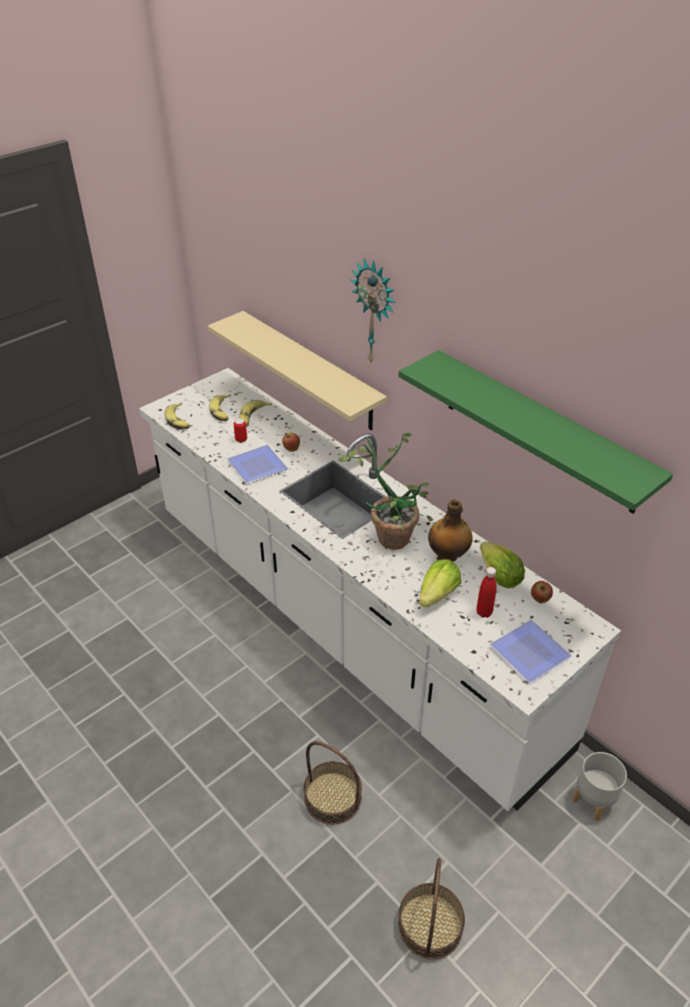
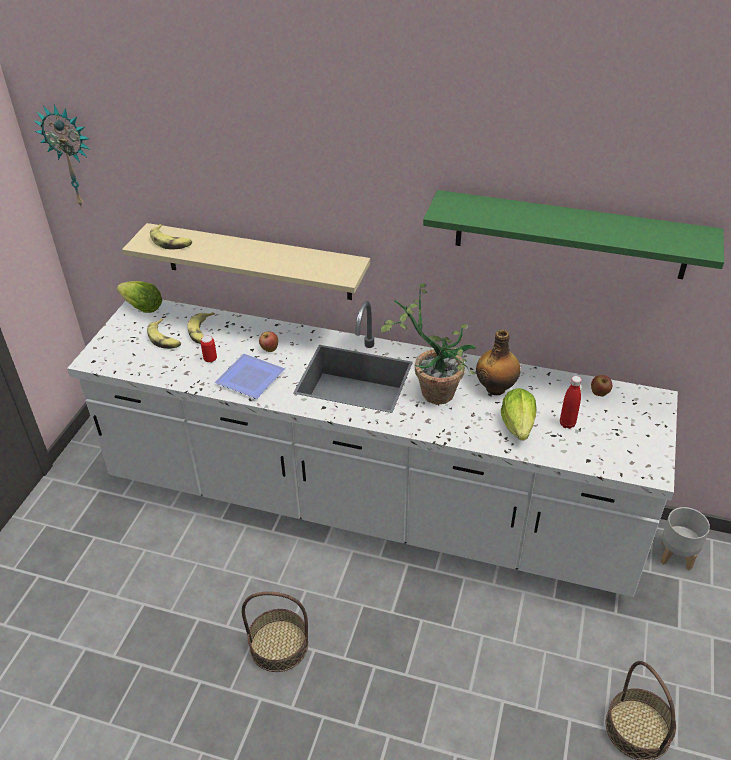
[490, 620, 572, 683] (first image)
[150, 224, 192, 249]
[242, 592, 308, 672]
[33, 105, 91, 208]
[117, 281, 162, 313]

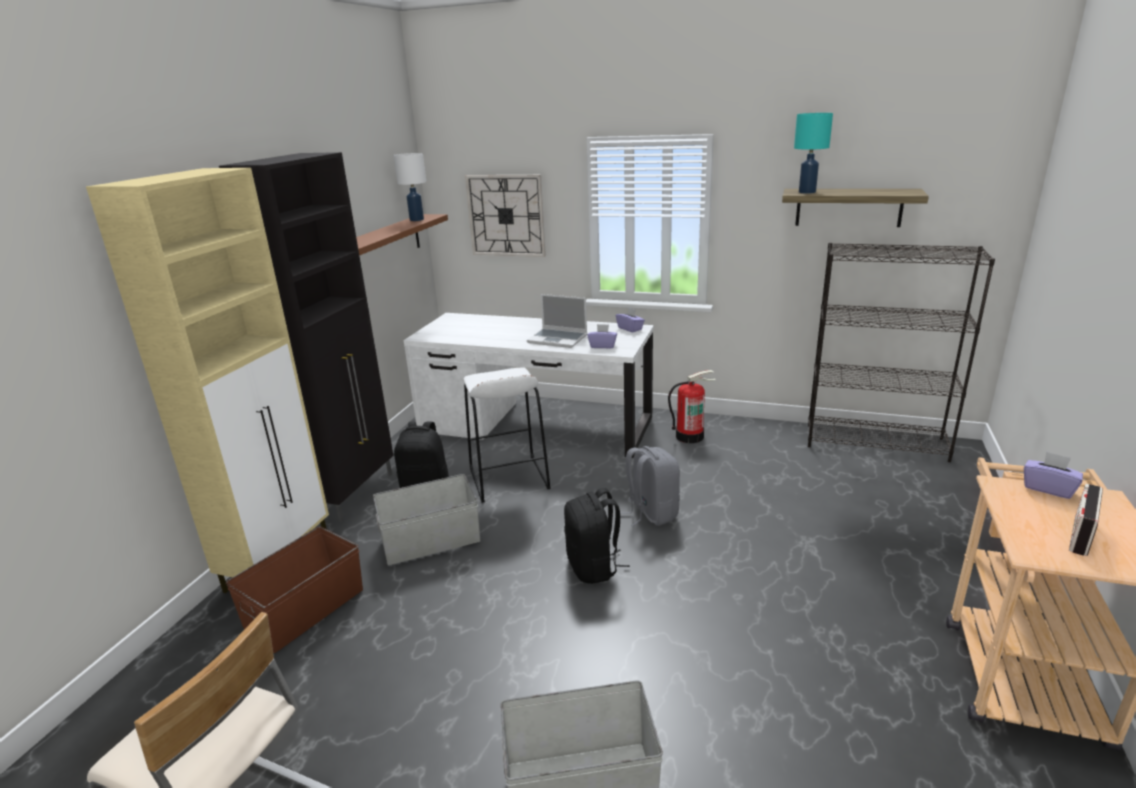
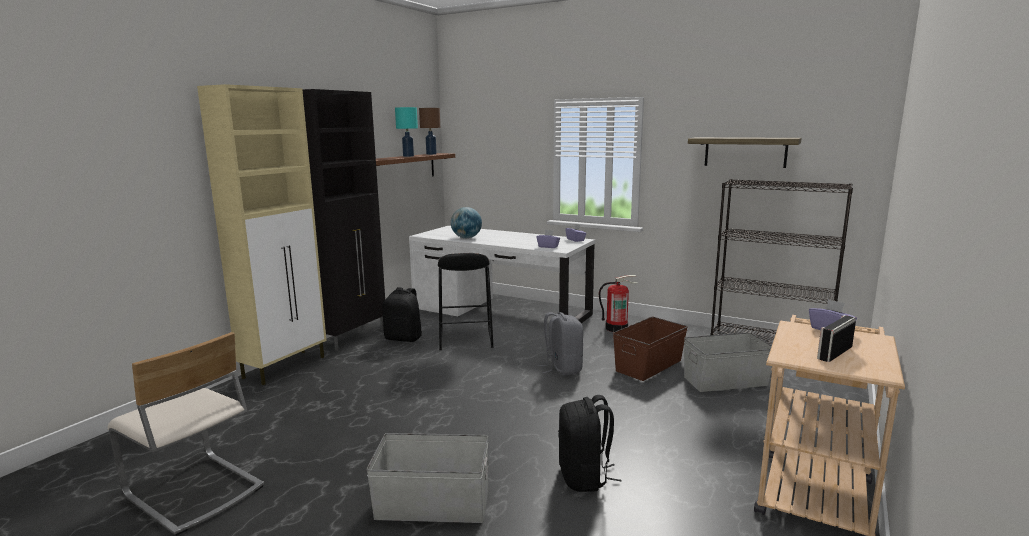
[465, 175, 546, 257] (first image)
[527, 294, 587, 348] (first image)
[451, 207, 482, 238]
[613, 317, 688, 381]
[684, 332, 772, 392]
[558, 395, 621, 492]
[395, 107, 418, 157]
[419, 108, 440, 155]
[438, 253, 494, 350]

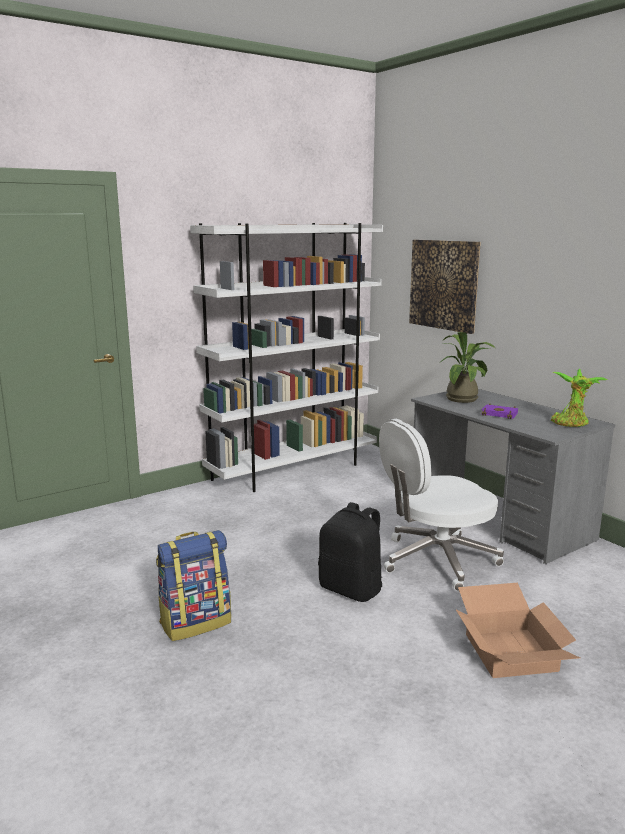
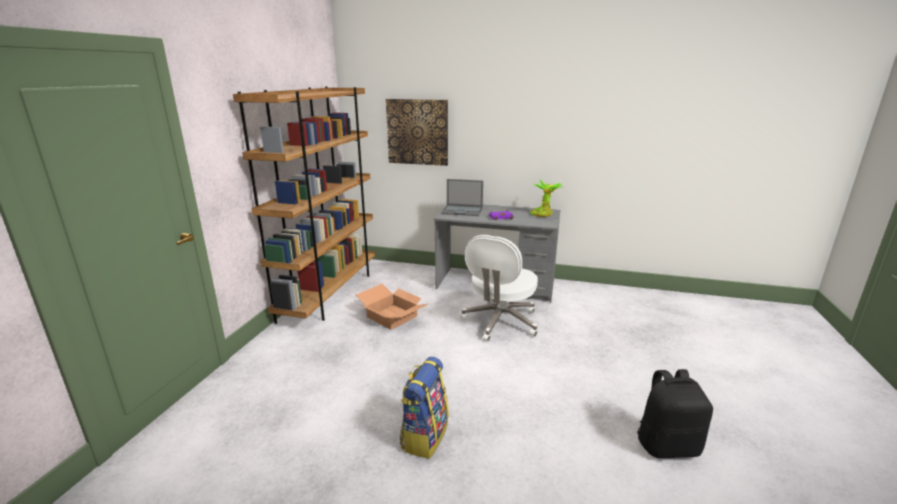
[637, 369, 713, 458]
[356, 284, 428, 330]
[441, 179, 483, 216]
[233, 86, 375, 324]

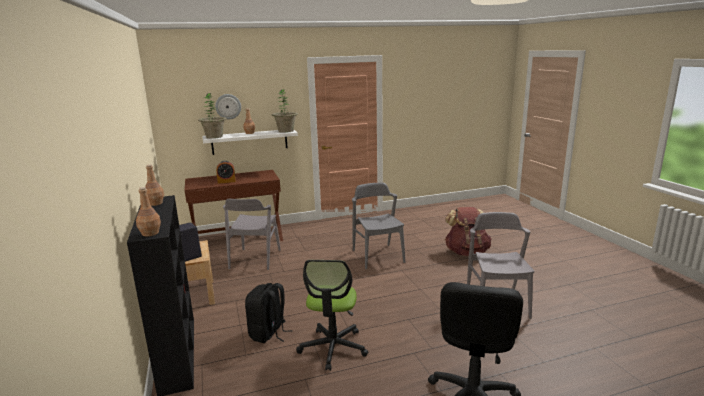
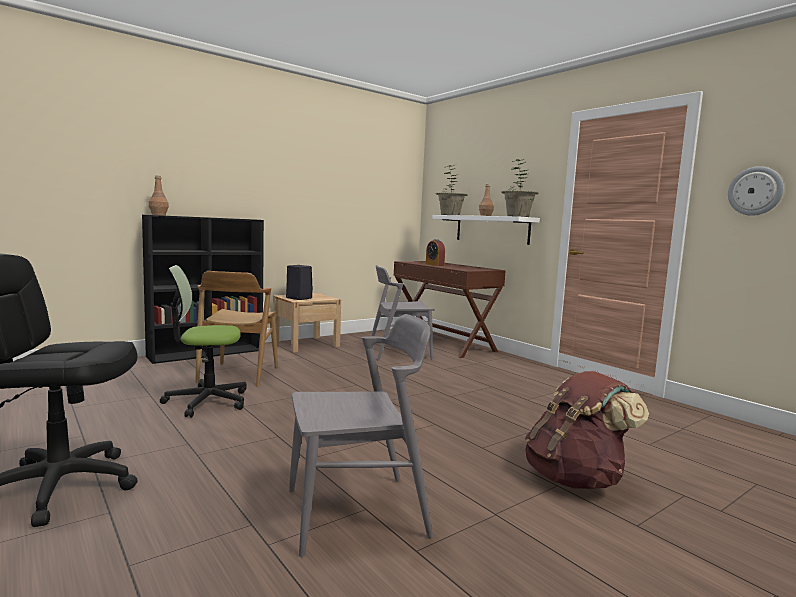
[145, 164, 164, 206] (first image)
[352, 182, 405, 269] (first image)
[728, 166, 784, 216]
[195, 271, 278, 387]

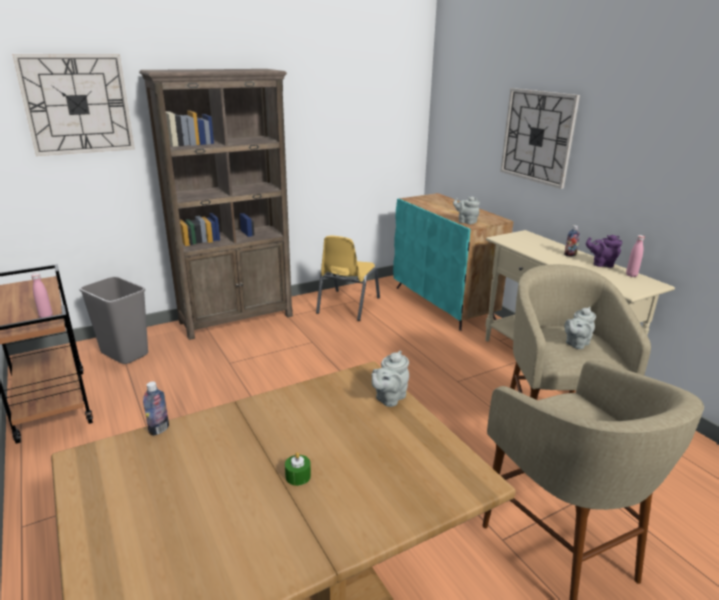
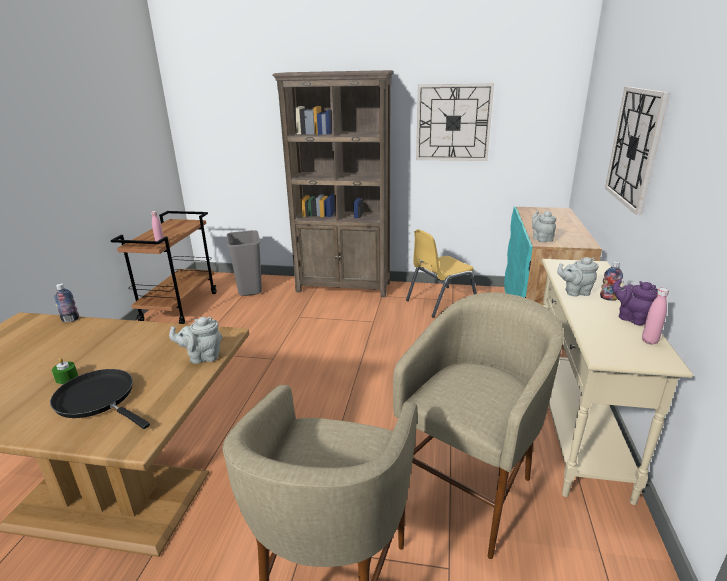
[50, 369, 150, 429]
[416, 83, 494, 161]
[557, 257, 599, 297]

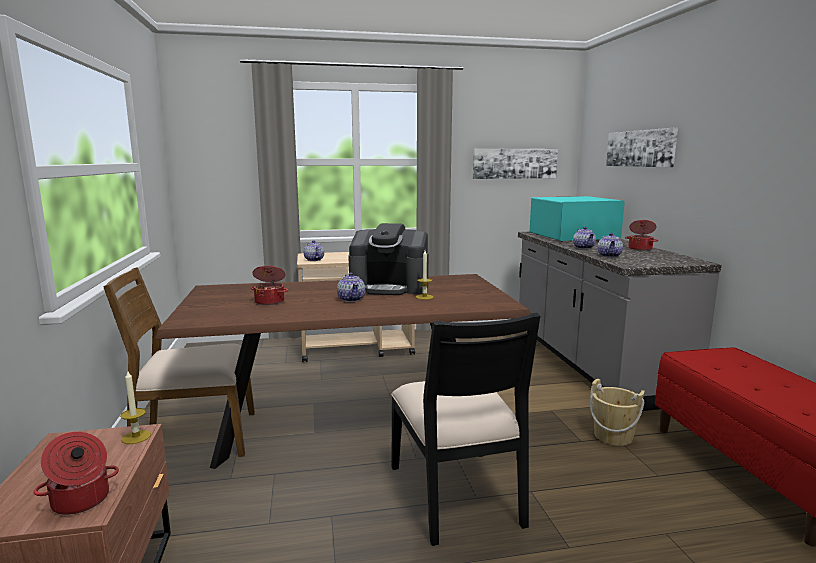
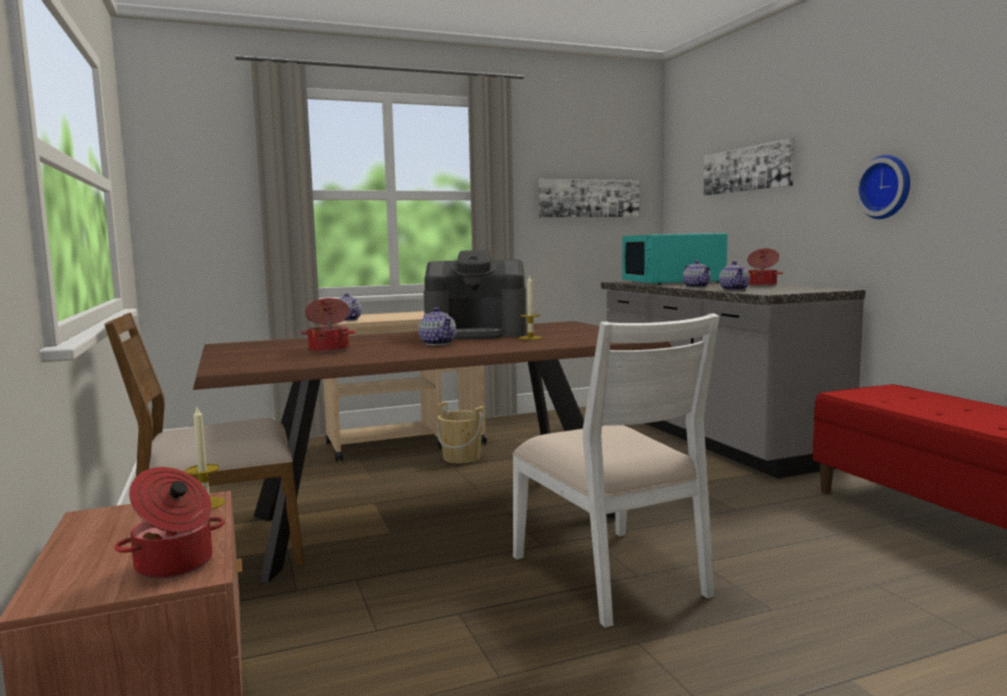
[855, 155, 910, 219]
[437, 402, 484, 464]
[512, 313, 720, 628]
[622, 233, 727, 285]

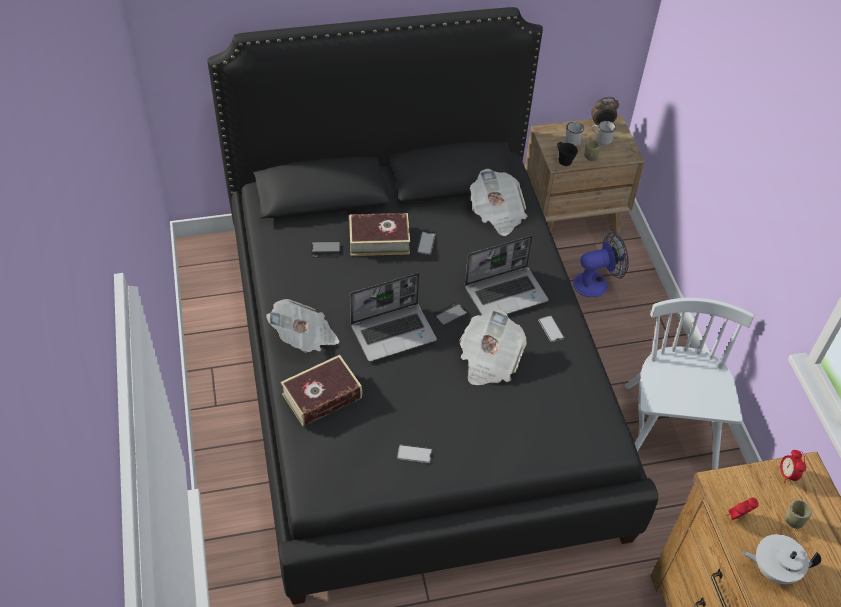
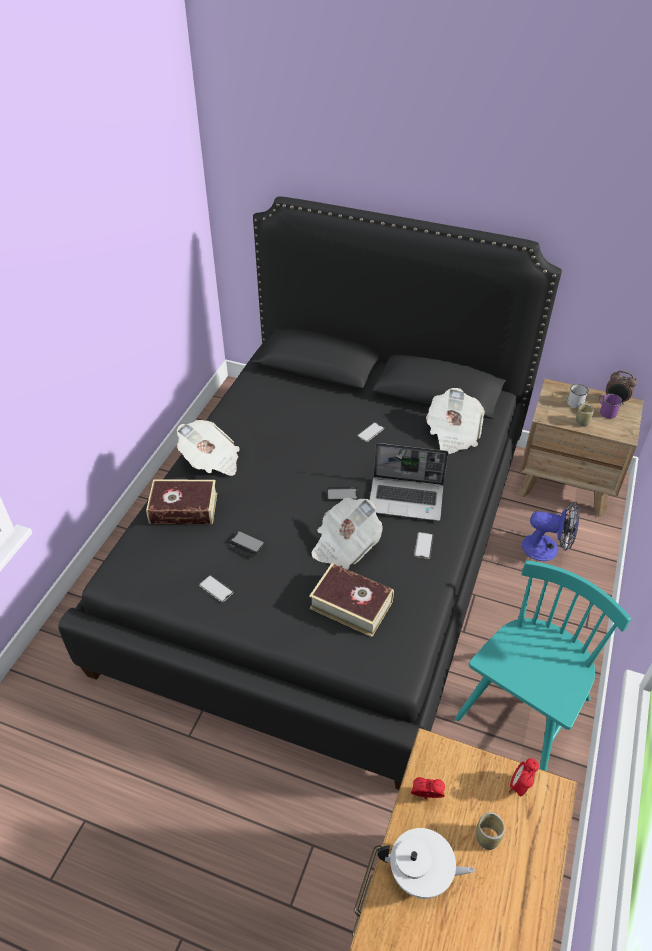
[350, 273, 437, 362] (first image)
[557, 142, 578, 166] (first image)
[228, 531, 265, 558]
[309, 563, 394, 637]
[599, 394, 622, 418]
[455, 560, 631, 771]
[378, 828, 475, 899]

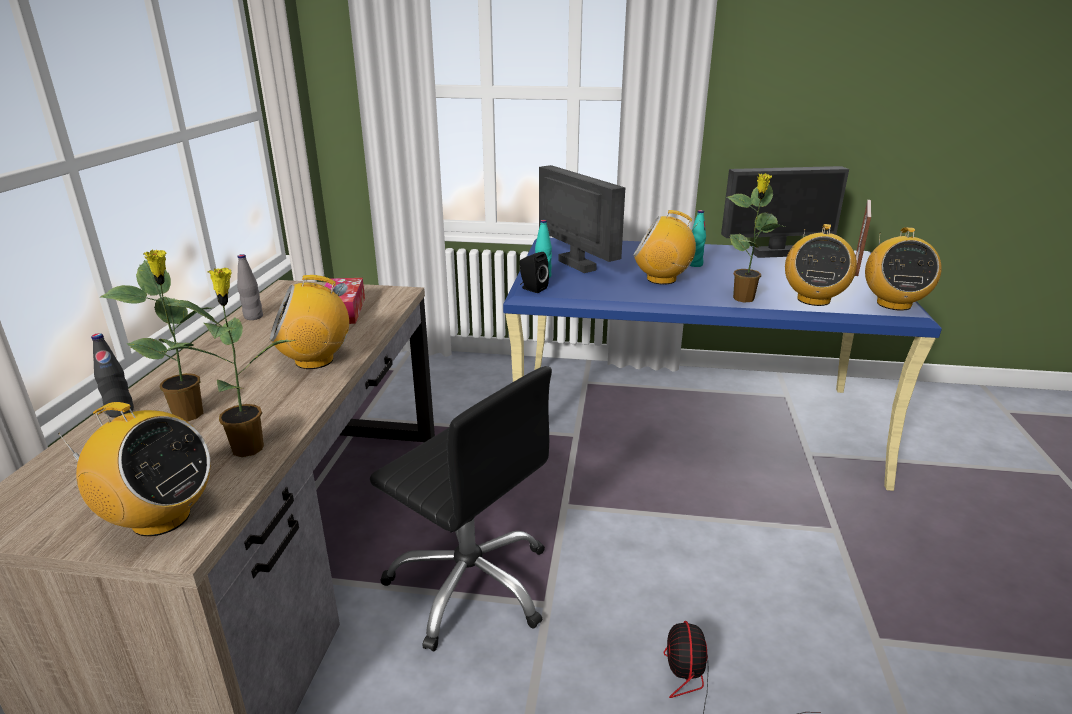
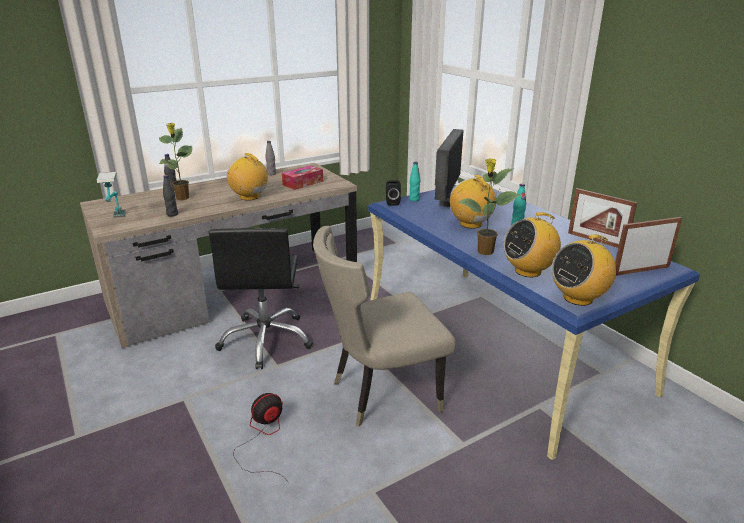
[313, 226, 456, 427]
[97, 172, 126, 218]
[163, 175, 178, 217]
[568, 188, 637, 248]

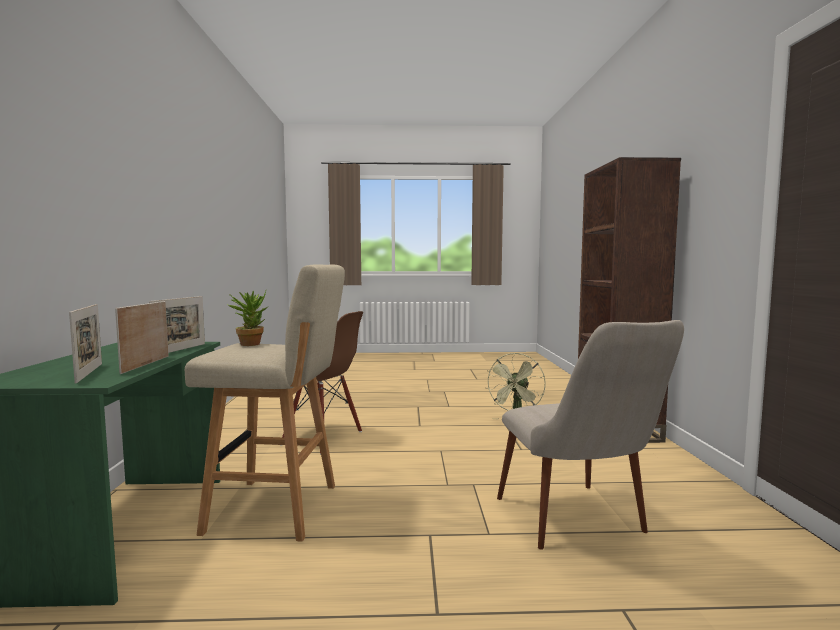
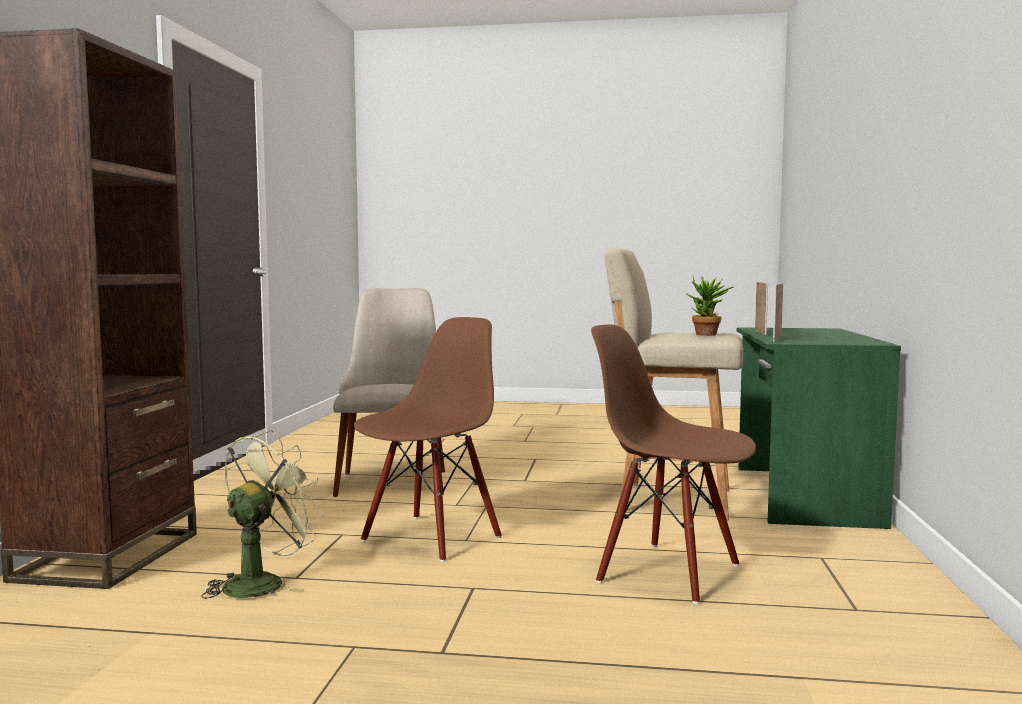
[69, 304, 102, 384] (first image)
[354, 317, 502, 562]

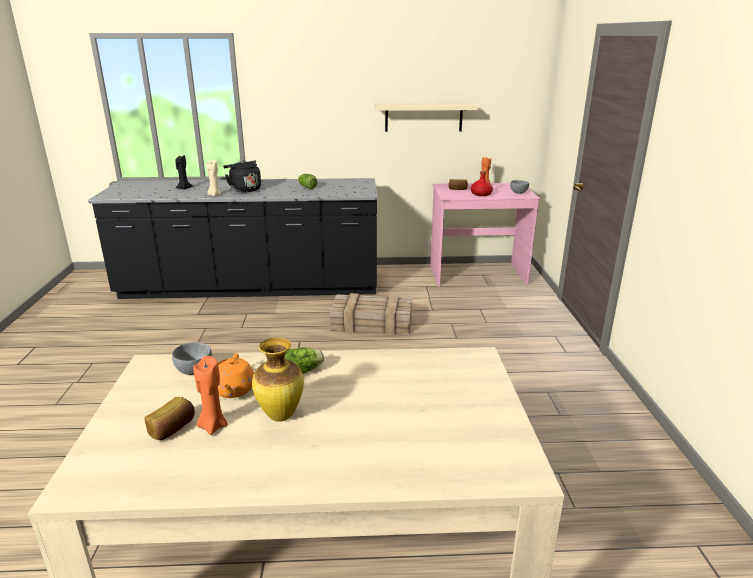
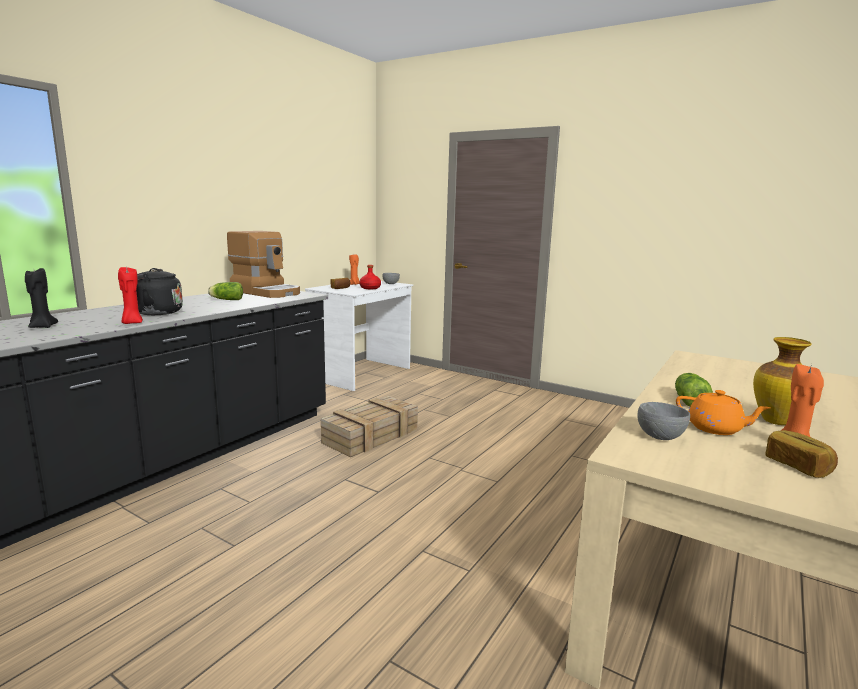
[375, 103, 478, 132] (first image)
[227, 231, 300, 298]
[118, 267, 143, 324]
[305, 280, 413, 391]

